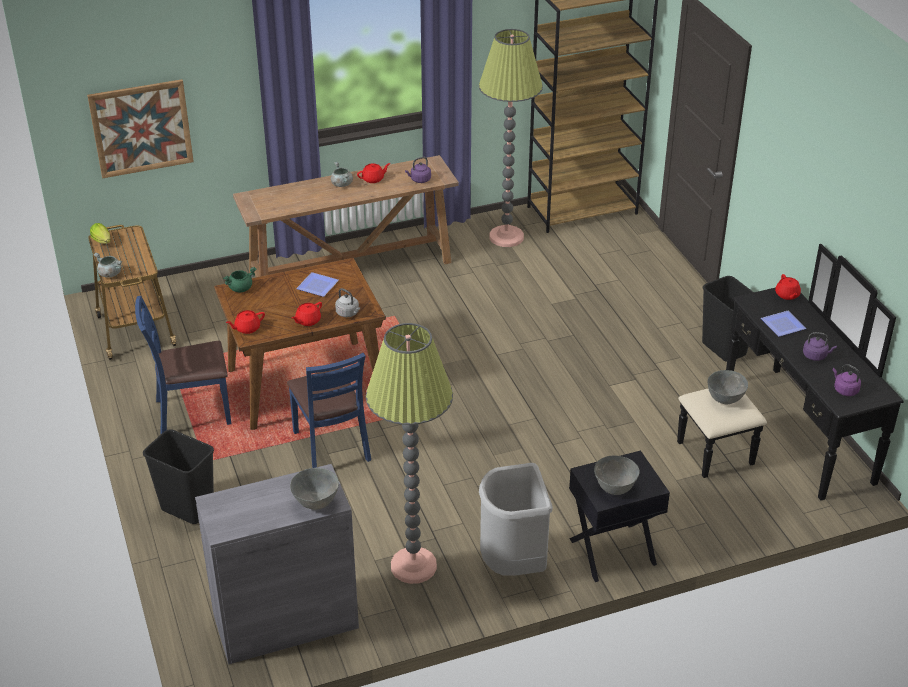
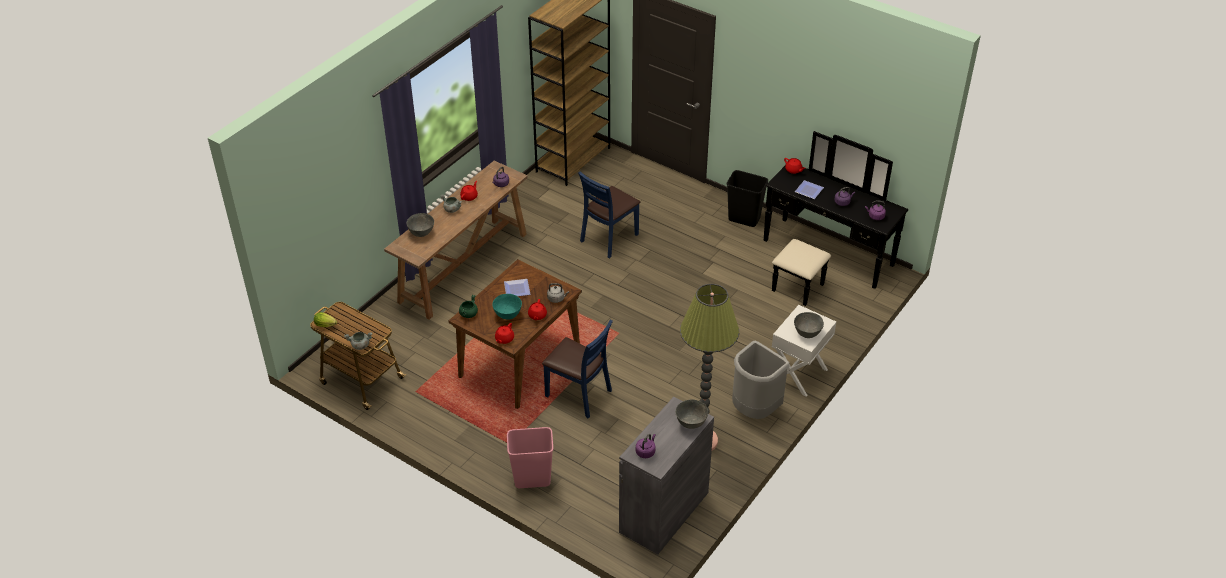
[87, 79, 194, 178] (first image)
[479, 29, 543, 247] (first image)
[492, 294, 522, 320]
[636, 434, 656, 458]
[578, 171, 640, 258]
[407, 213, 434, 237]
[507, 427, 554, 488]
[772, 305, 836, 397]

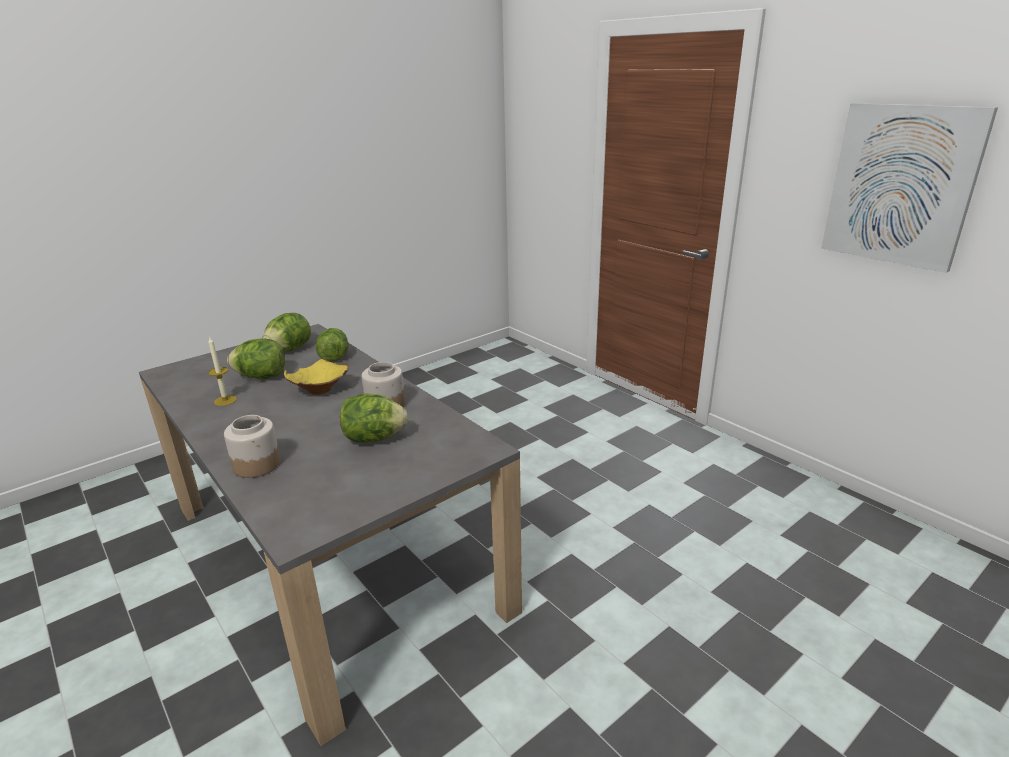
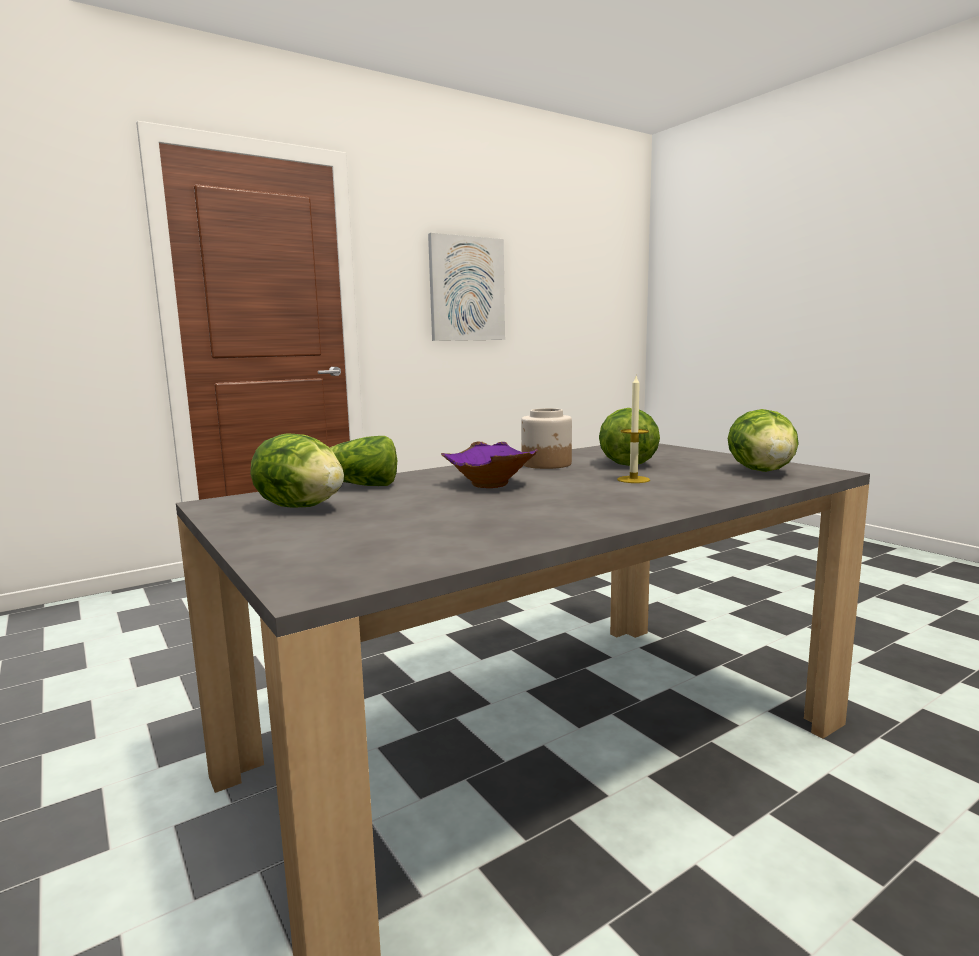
[224, 415, 281, 478] (first image)
[617, 376, 650, 483]
[727, 409, 799, 472]
[441, 441, 537, 488]

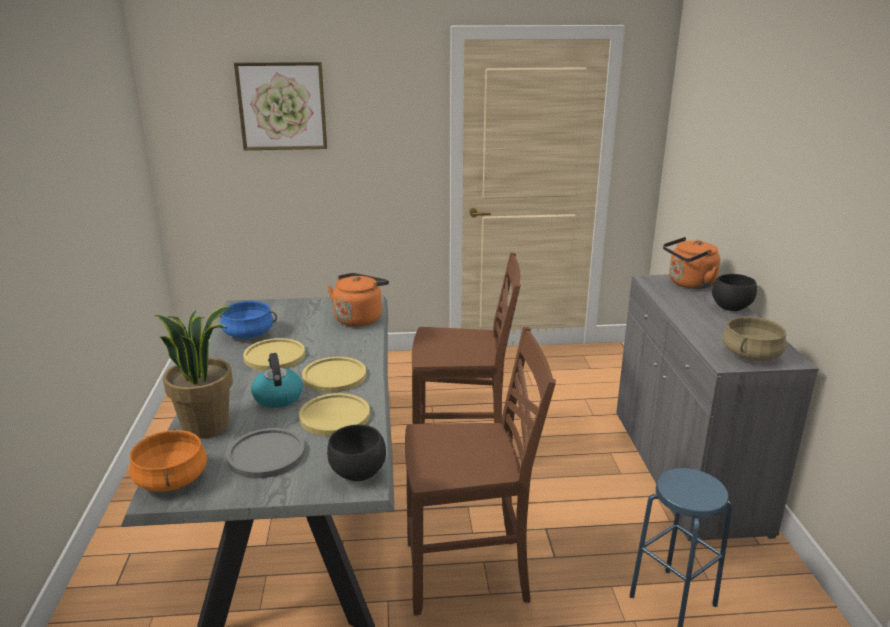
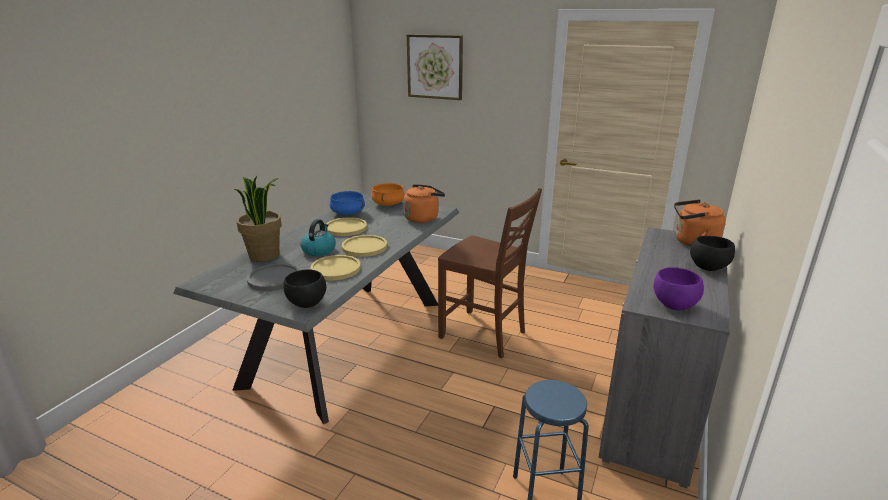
[405, 327, 556, 615] (first image)
[371, 183, 405, 206]
[653, 267, 704, 310]

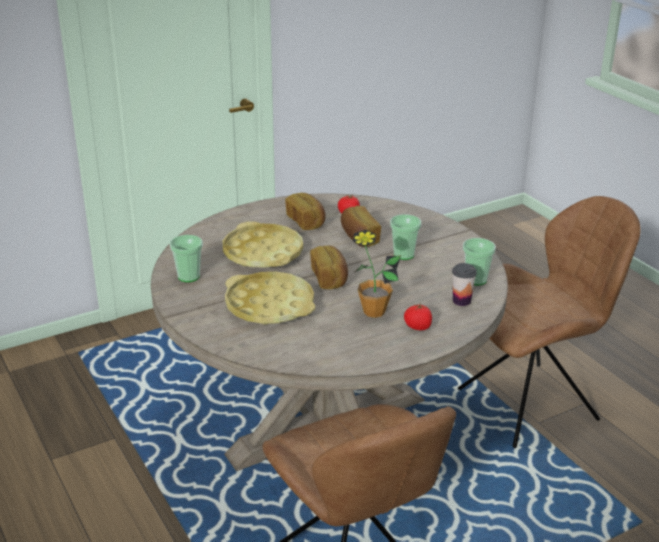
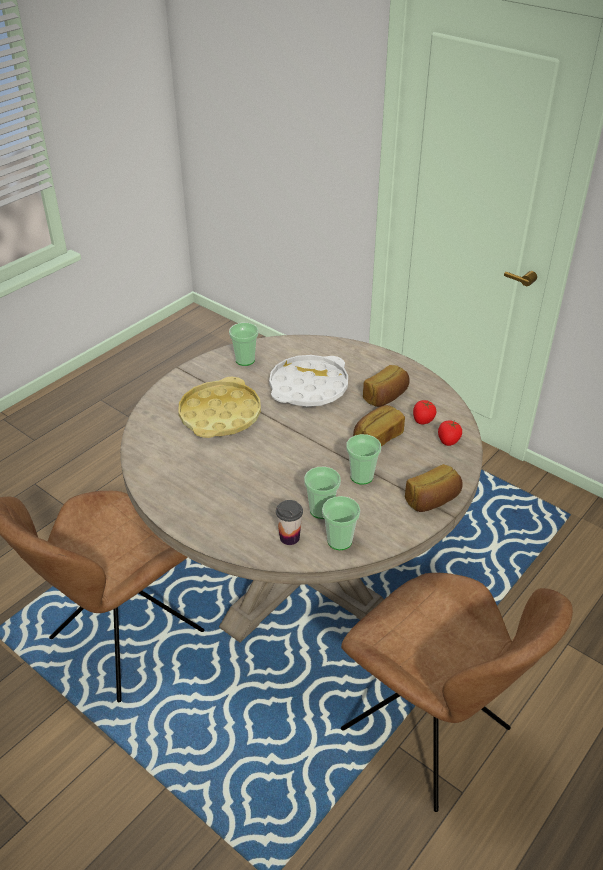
[353, 230, 401, 318] (first image)
[304, 467, 341, 519]
[405, 464, 463, 512]
[438, 420, 462, 446]
[269, 355, 348, 407]

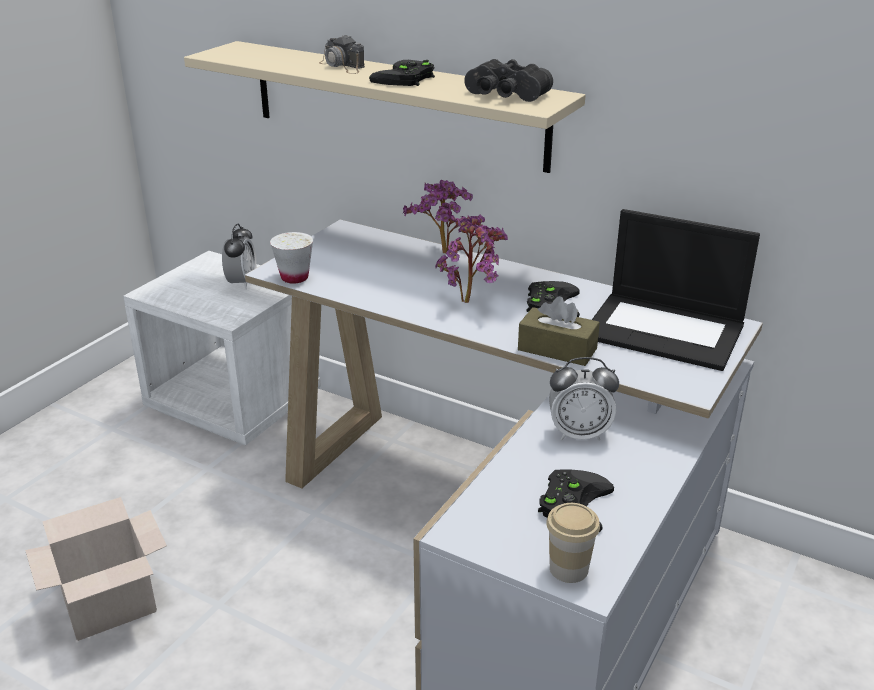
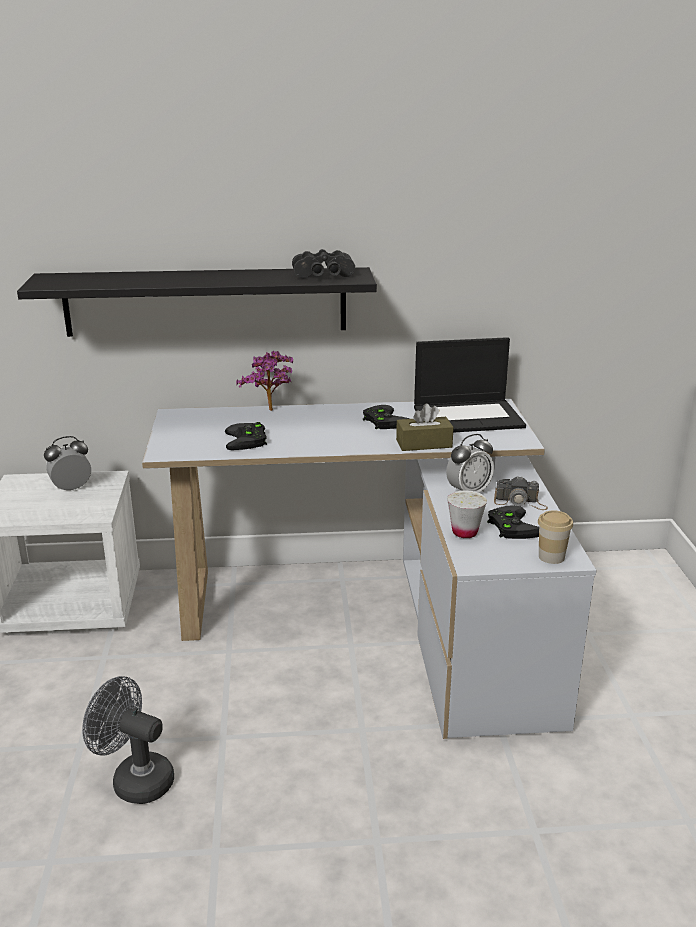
[435, 214, 508, 303] (first image)
[447, 490, 487, 538]
[494, 476, 548, 510]
[225, 422, 267, 450]
[82, 676, 174, 804]
[17, 267, 377, 337]
[44, 436, 91, 491]

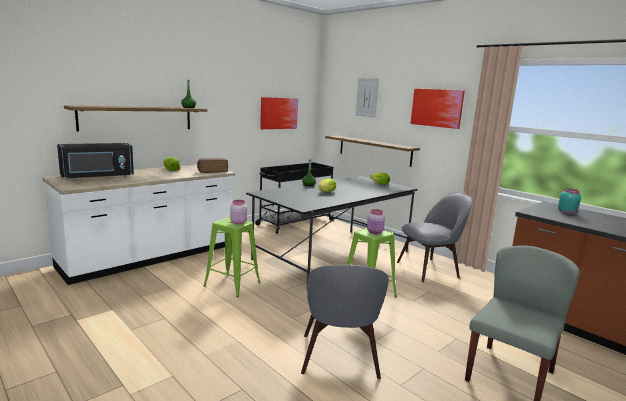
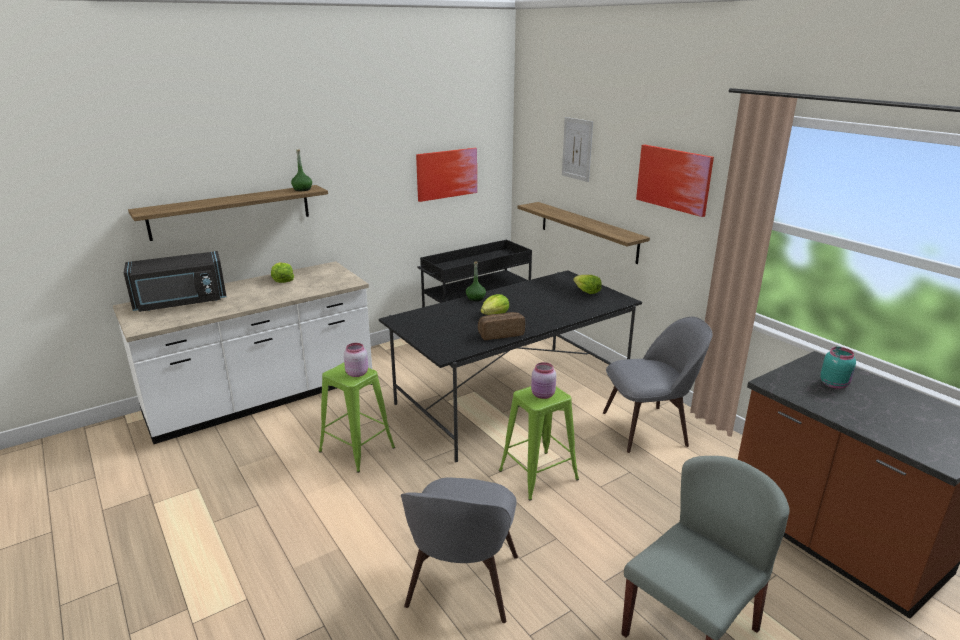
[478, 312, 525, 340]

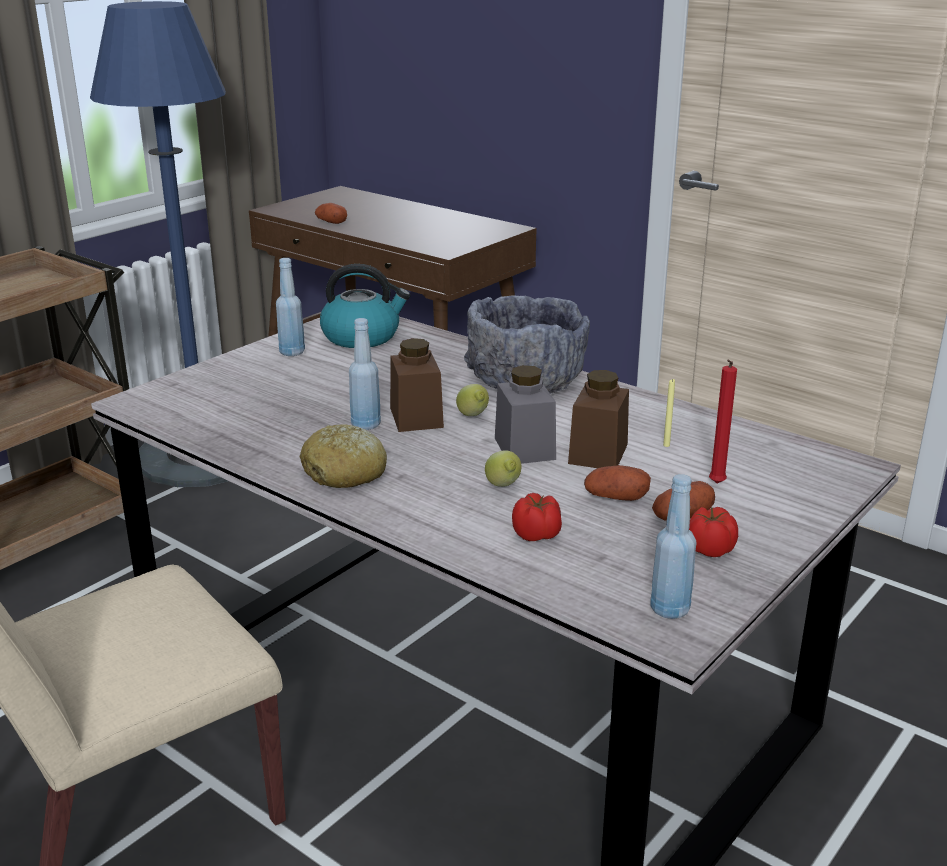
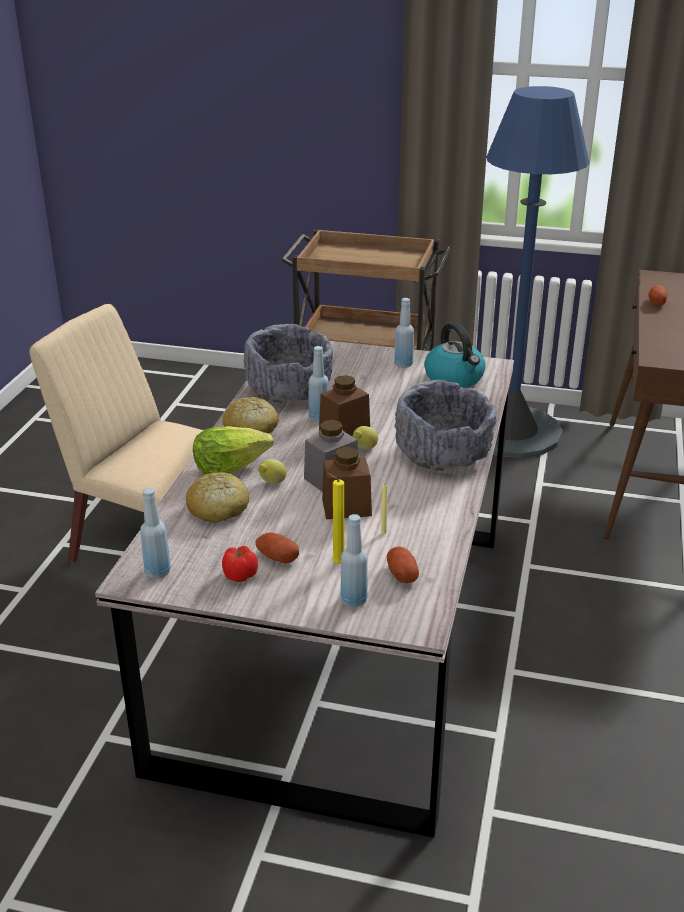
[193, 426, 274, 474]
[243, 324, 333, 403]
[341, 514, 368, 607]
[387, 547, 419, 583]
[186, 472, 249, 523]
[327, 473, 344, 564]

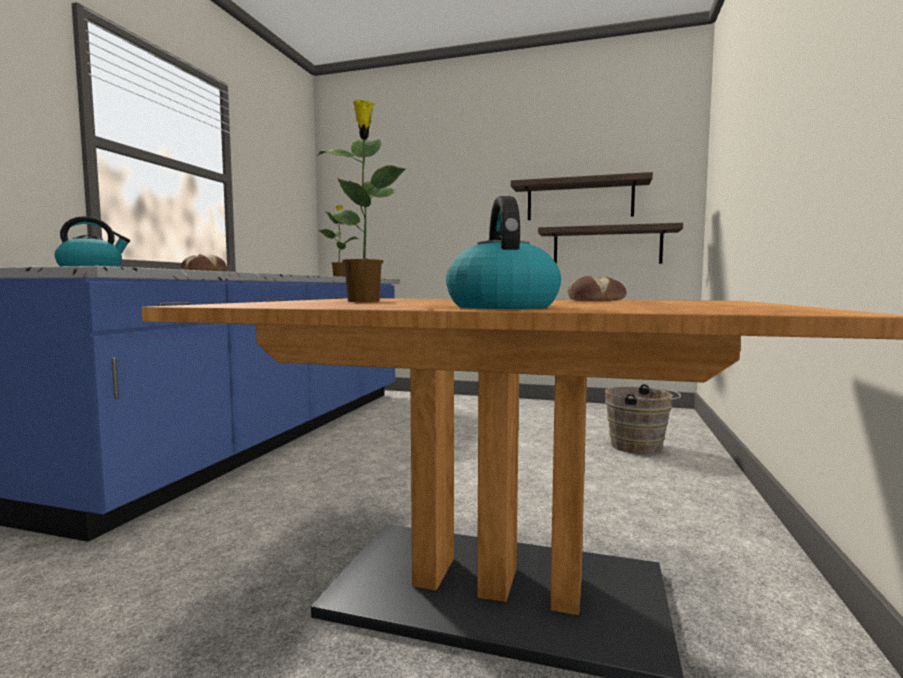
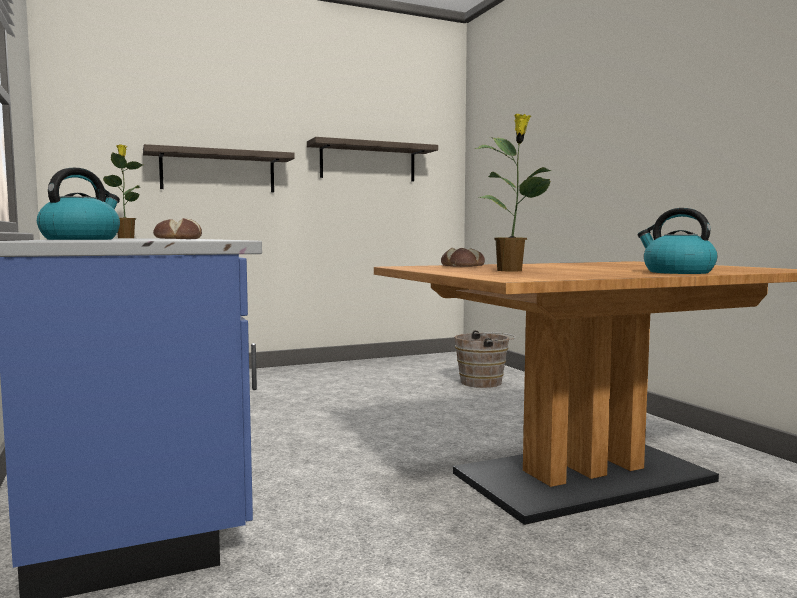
[143, 144, 295, 192]
[441, 248, 485, 267]

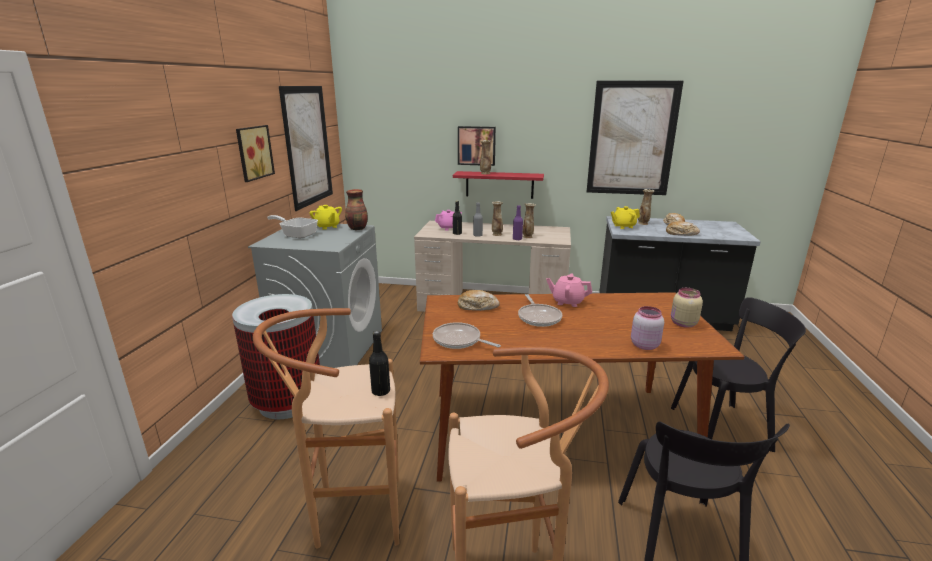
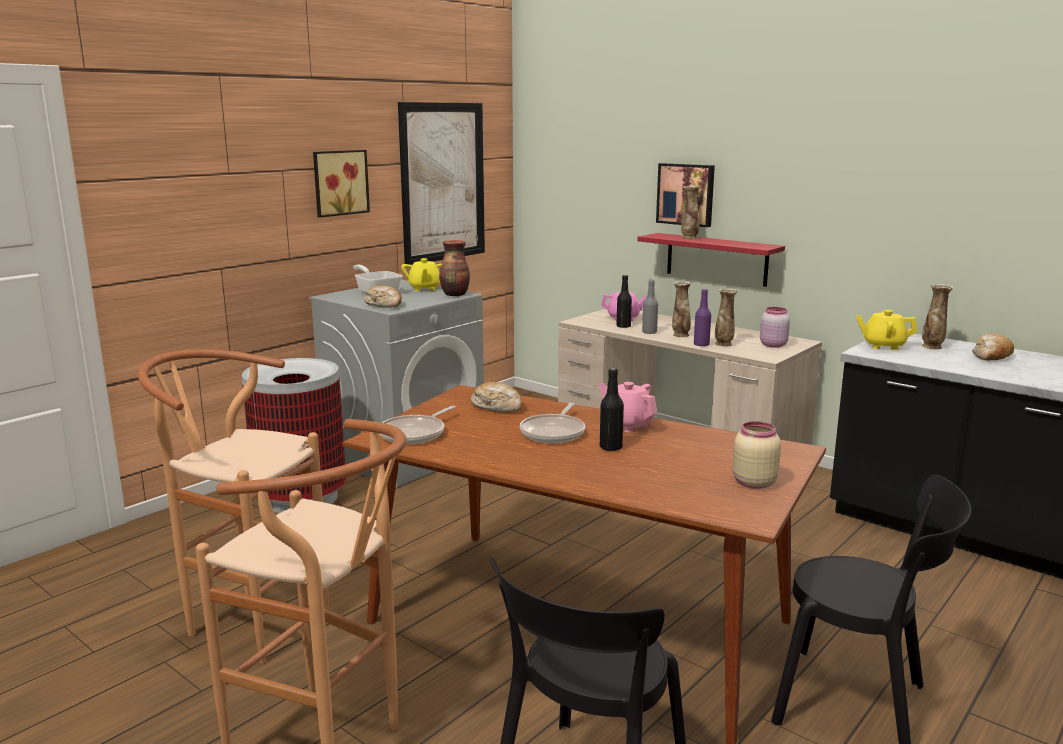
[587, 80, 684, 195] (first image)
[600, 368, 624, 451]
[760, 307, 790, 348]
[365, 285, 402, 308]
[379, 406, 456, 444]

